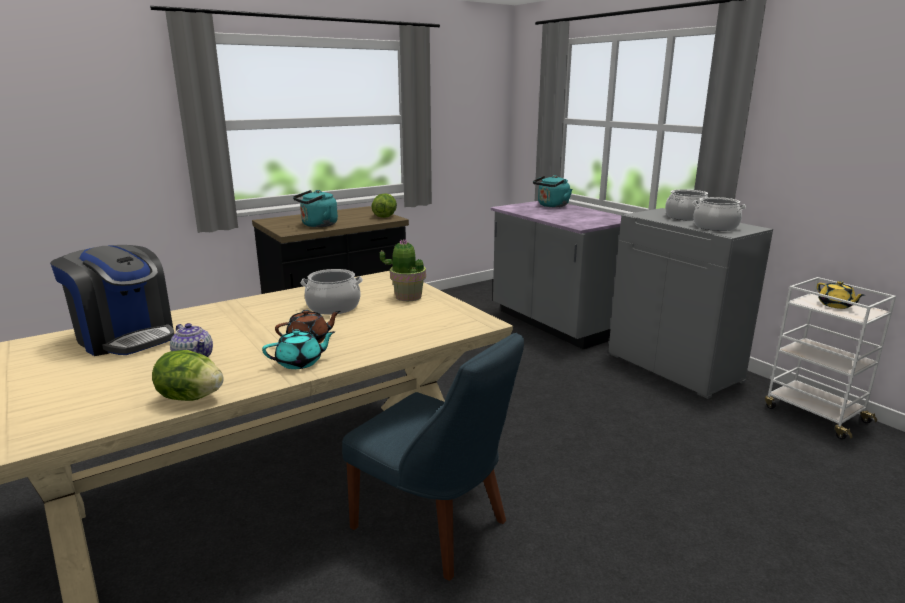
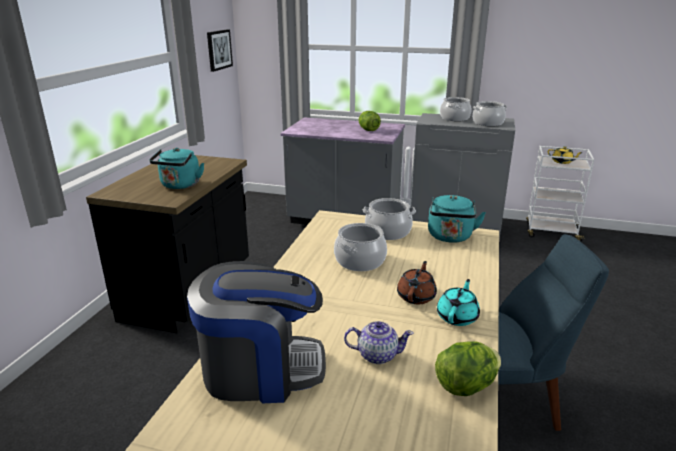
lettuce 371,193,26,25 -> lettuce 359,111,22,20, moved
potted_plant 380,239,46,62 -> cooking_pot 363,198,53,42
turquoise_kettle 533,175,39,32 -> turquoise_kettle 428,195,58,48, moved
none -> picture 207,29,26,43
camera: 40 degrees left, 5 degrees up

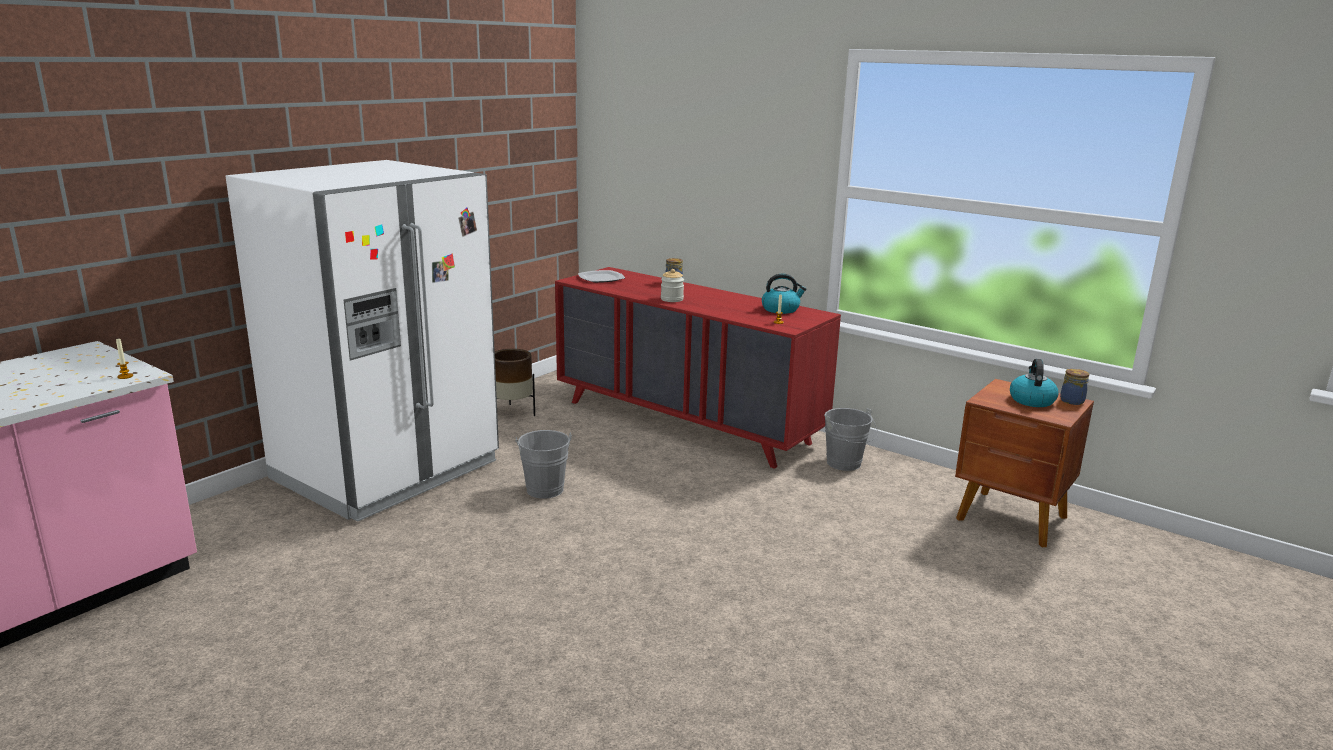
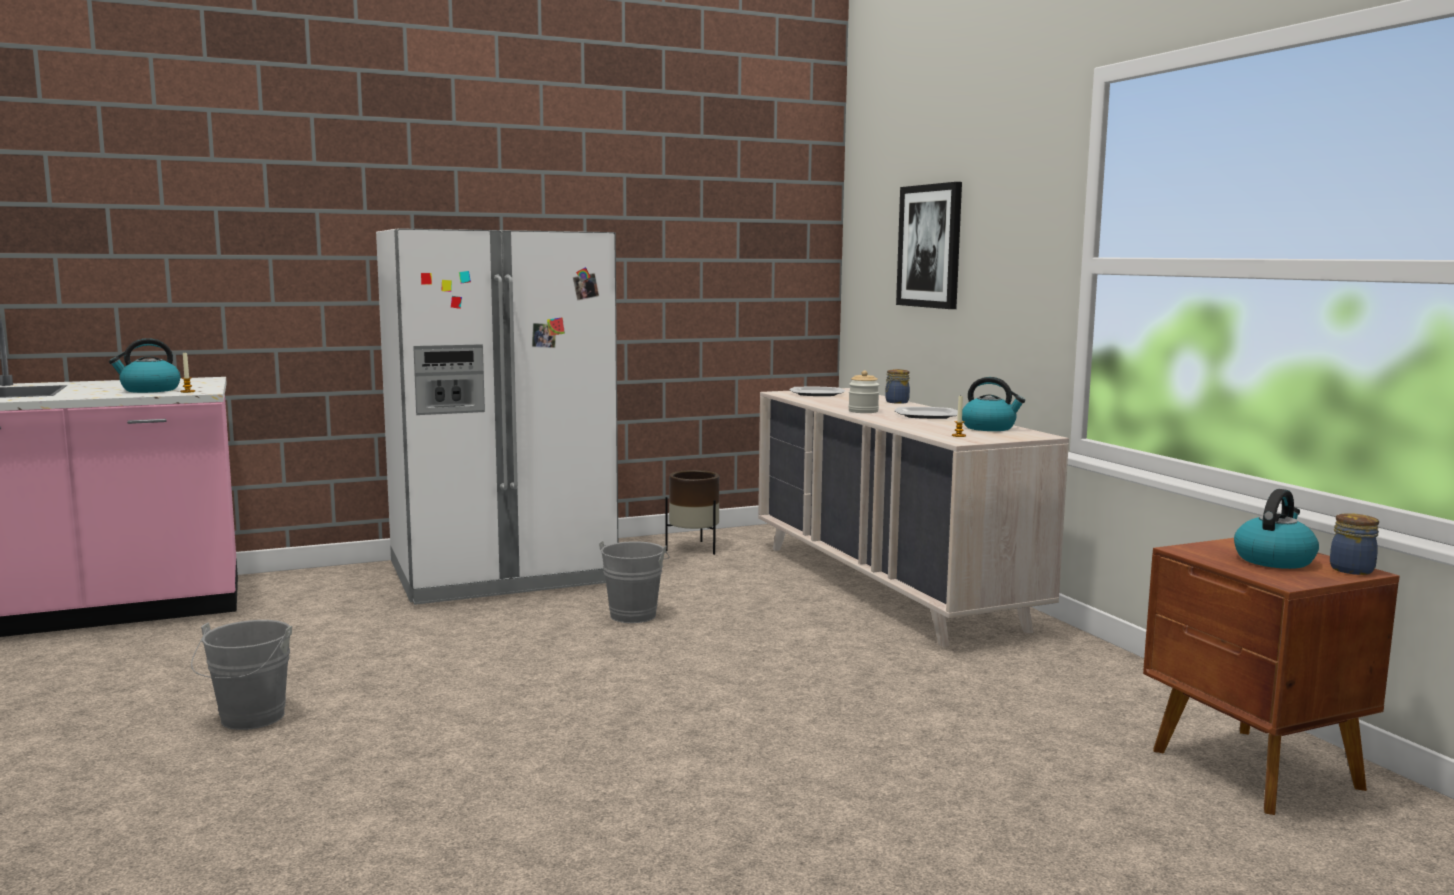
red_dresser 555,267,286,202 -> beige_dresser 758,388,311,259
grey_bucket 824,408,54,63 -> grey_bucket 191,620,101,110, moved
none -> kettle 109,338,72,55
none -> plate 894,407,64,12
none -> picture 896,182,66,127
camera: 30 degrees right, 10 degrees down

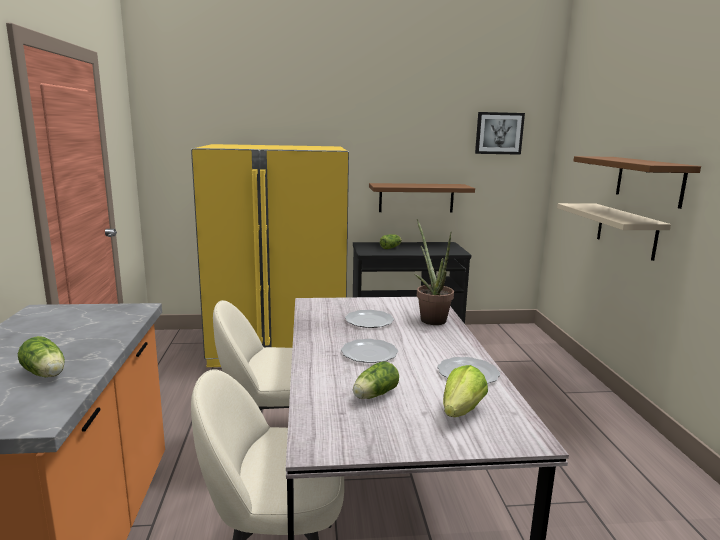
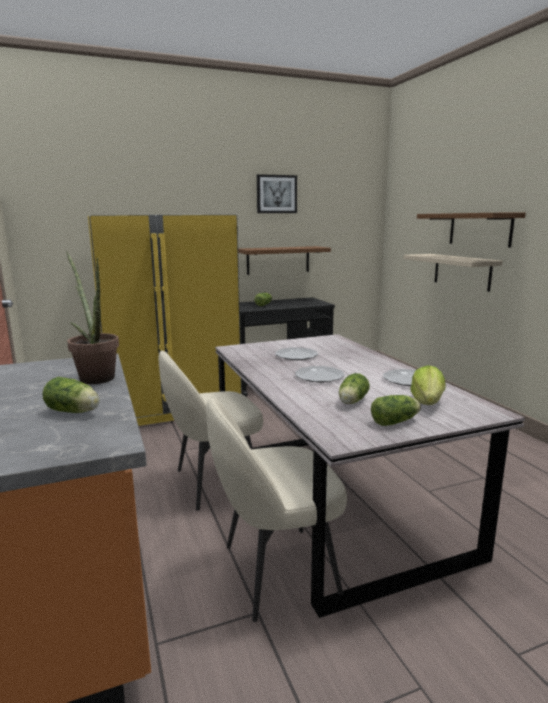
potted_plant 414,219,40,106 -> potted_plant 66,251,53,133, moved
picture 475,112,50,43 -> picture 257,174,40,39, moved
none -> lettuce 371,395,50,31
camera: 15 degrees left, 0 degrees up

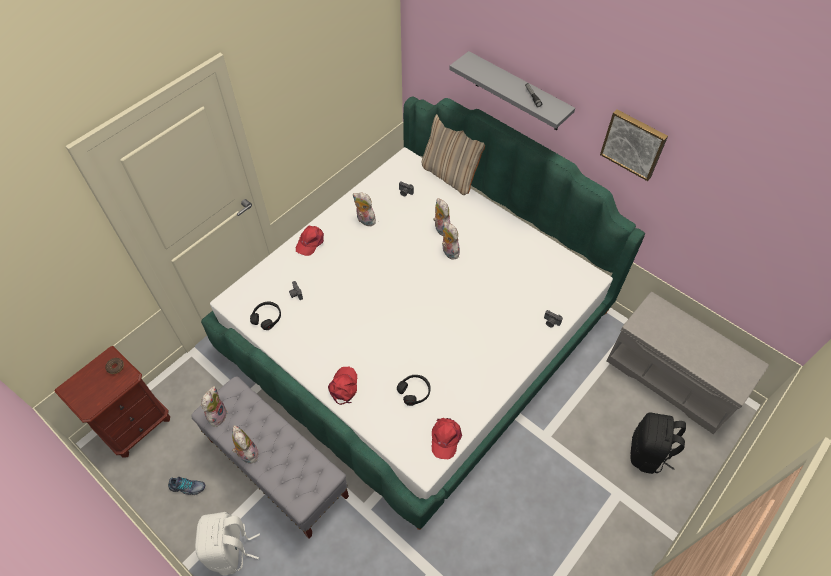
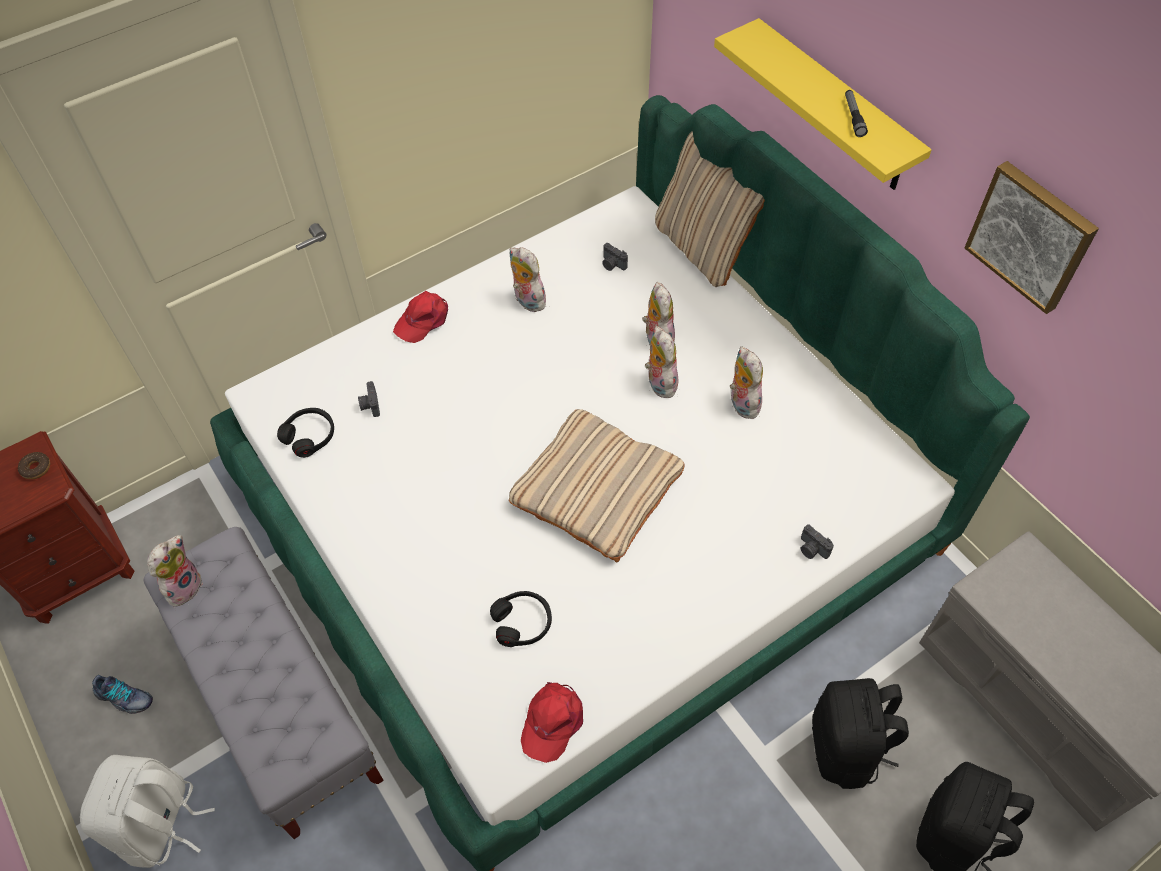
plush_toy 232,425,26,39 -> plush_toy 730,346,33,73, moved
red_cap 328,367,29,38 -> none
grey_shelf 449,51,126,79 -> yellow_shelf 714,18,218,172
none -> beige_pillow 509,409,175,153
none -> black_backpack 812,678,97,111
camera: 15 degrees right, 0 degrees up

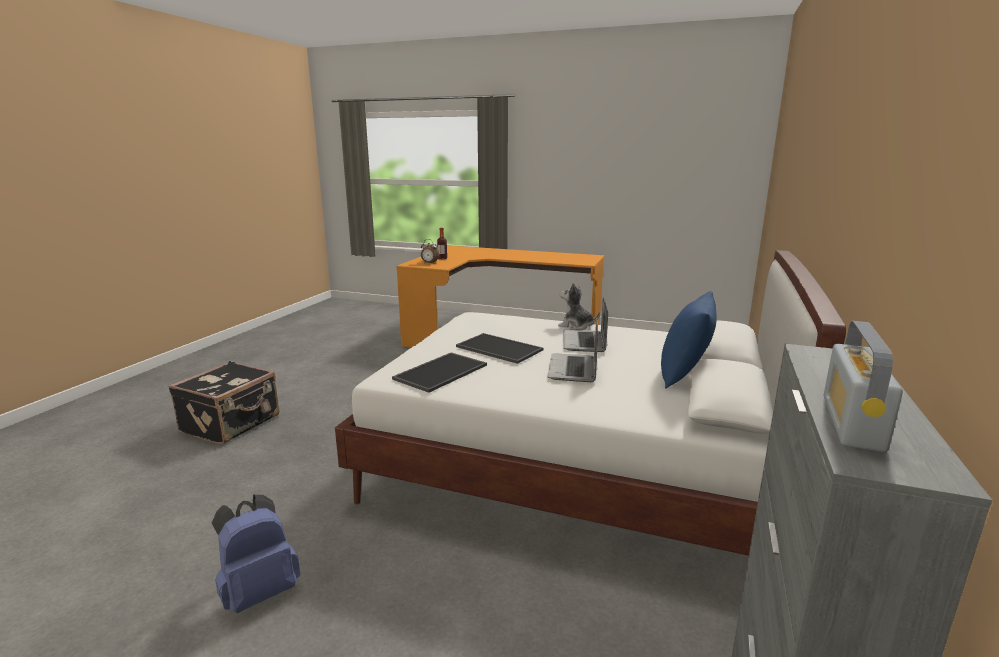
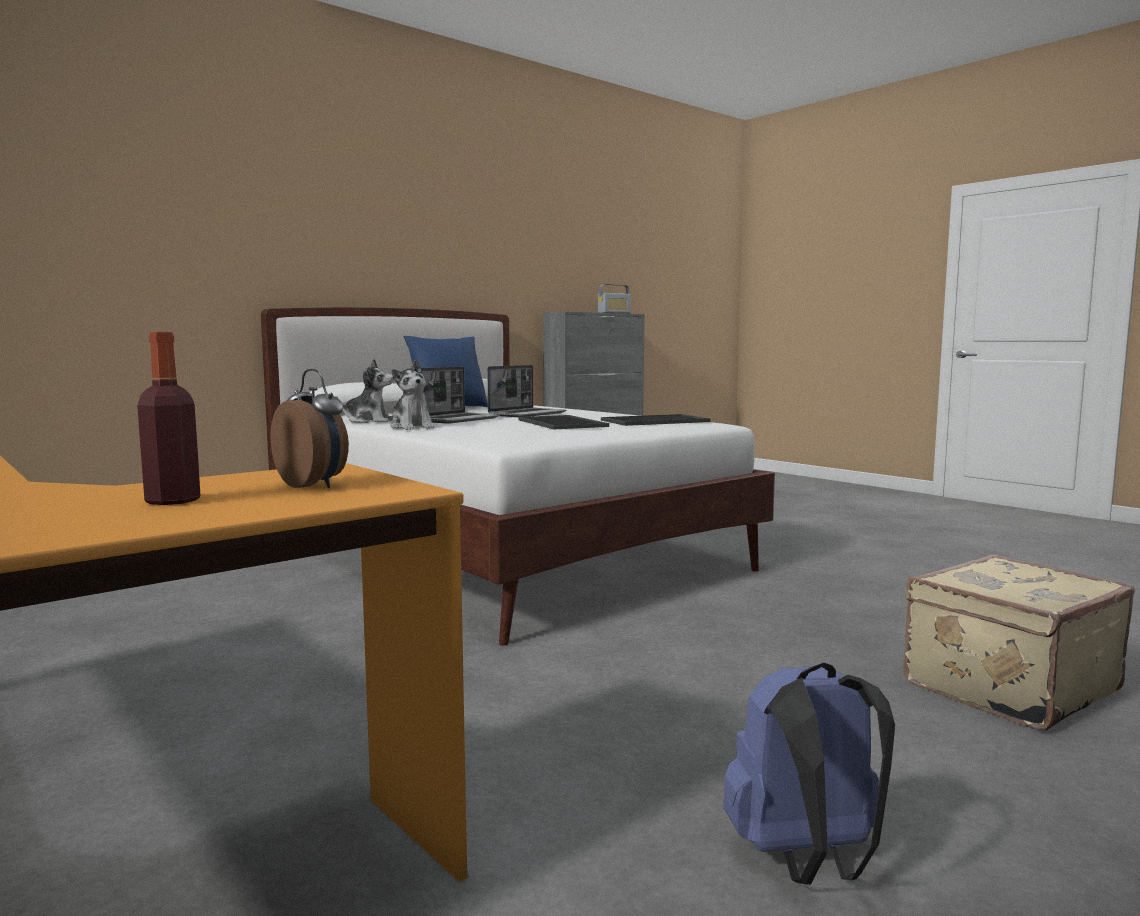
black_suitcase 168,361,111,84 -> beige_suitcase 903,554,232,177
blue_backpack 212,494,89,119 -> blue_backpack 723,663,172,222, moved
none -> plush_toy 336,359,58,64
camera: 150 degrees left, 10 degrees down

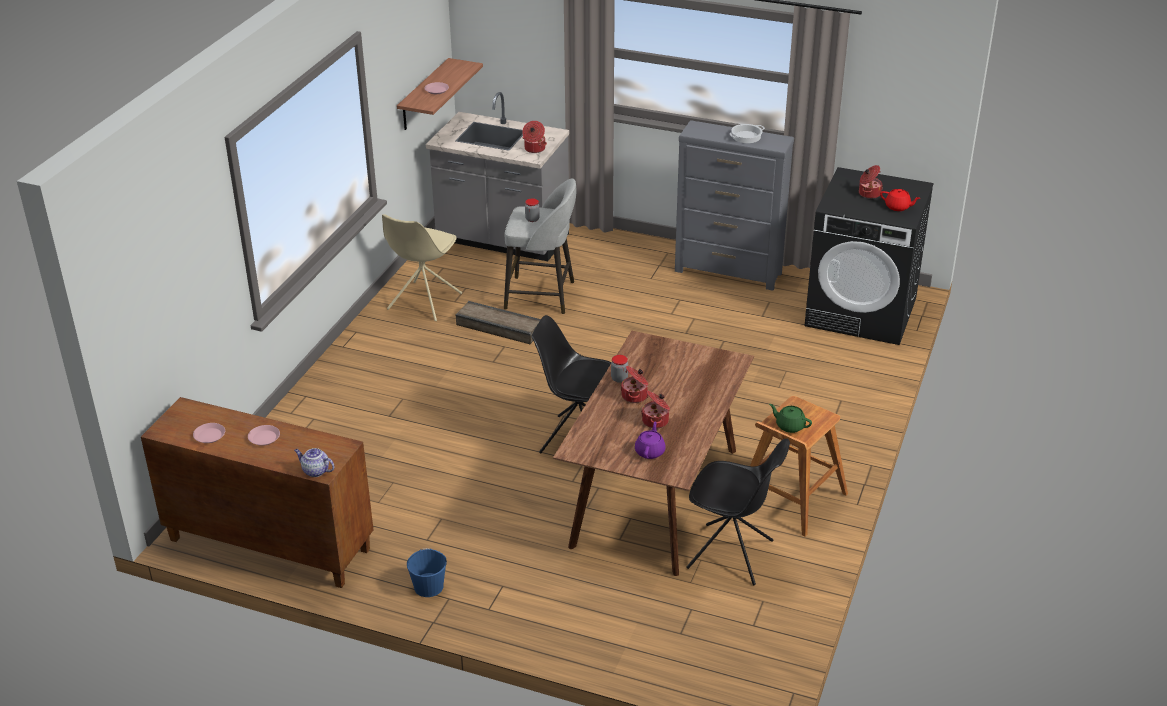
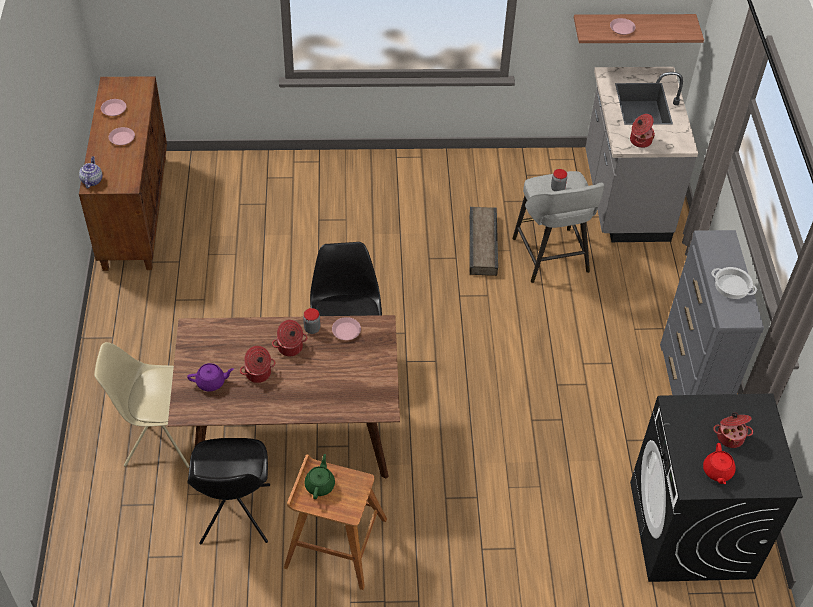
beige_chair 382,214,80,107 -> beige_chair 94,342,95,126, moved
blue_bucket 407,548,40,49 -> none
none -> pink_plate 332,317,29,23
camera: 65 degrees right, 15 degrees up

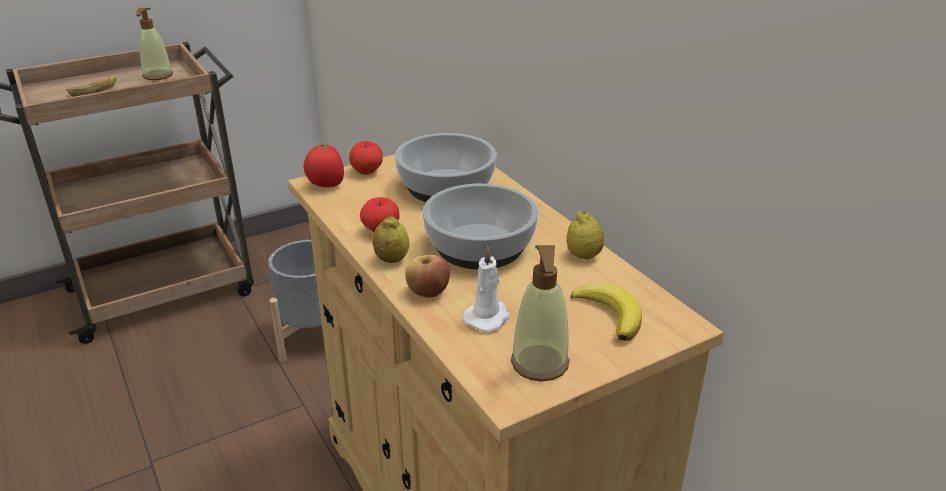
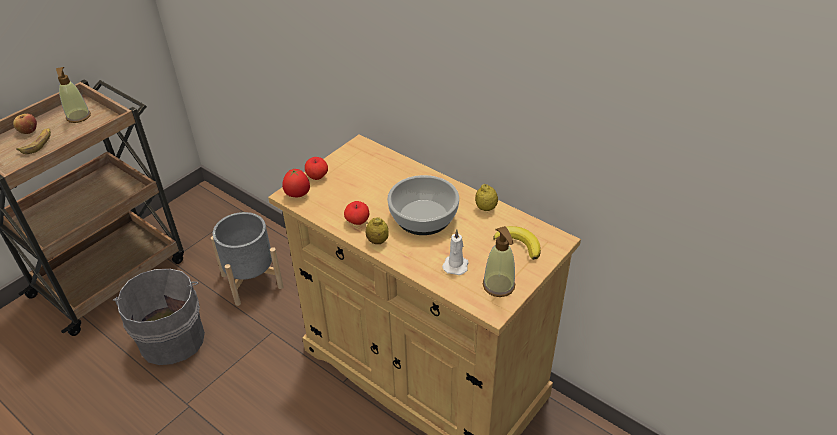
bowl 395,133,102,69 -> none
apple 405,255,45,43 -> apple 13,114,24,20, moved
none -> grey_bucket 113,269,92,96
camera: 20 degrees left, 10 degrees up

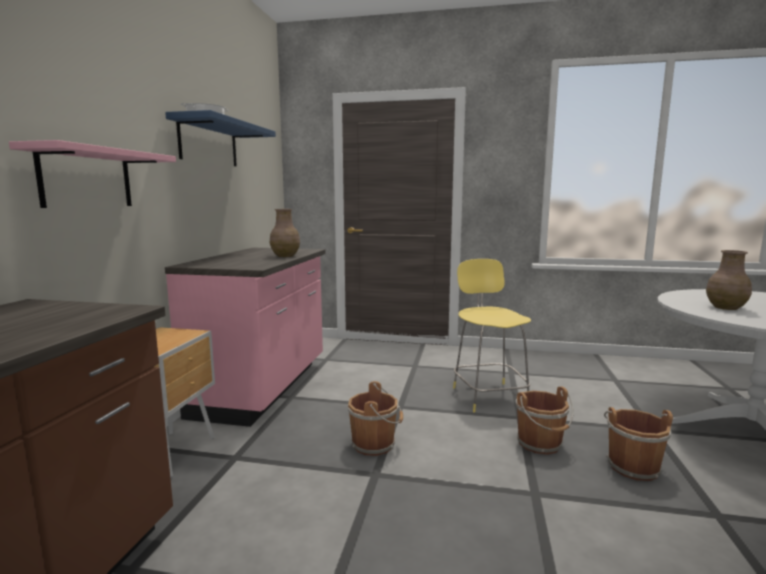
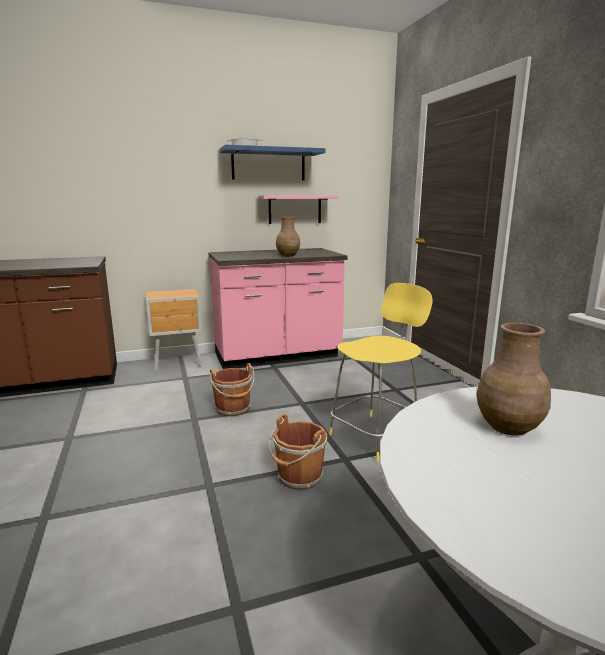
pink_shelf 9,140,167,68 -> pink_shelf 258,195,81,29, moved
brown_bucket 604,407,69,74 -> none
camera: 60 degrees right, 5 degrees up

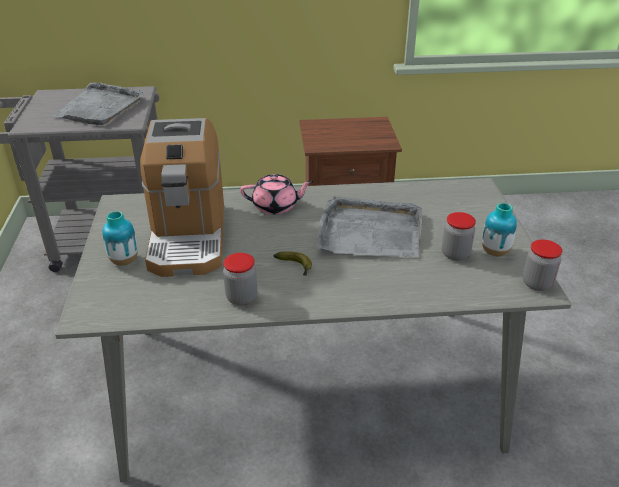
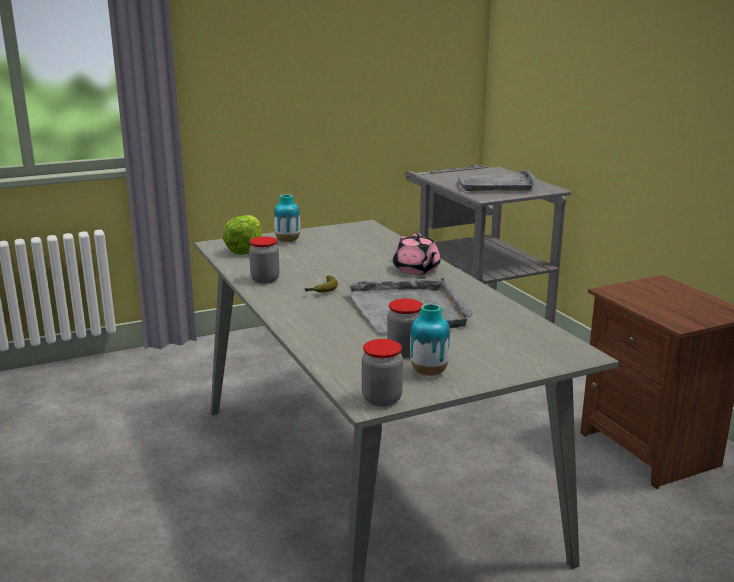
coffee_machine 140,118,84,159 -> none
none -> lettuce 223,215,39,40
camera: 70 degrees right, 15 degrees down

